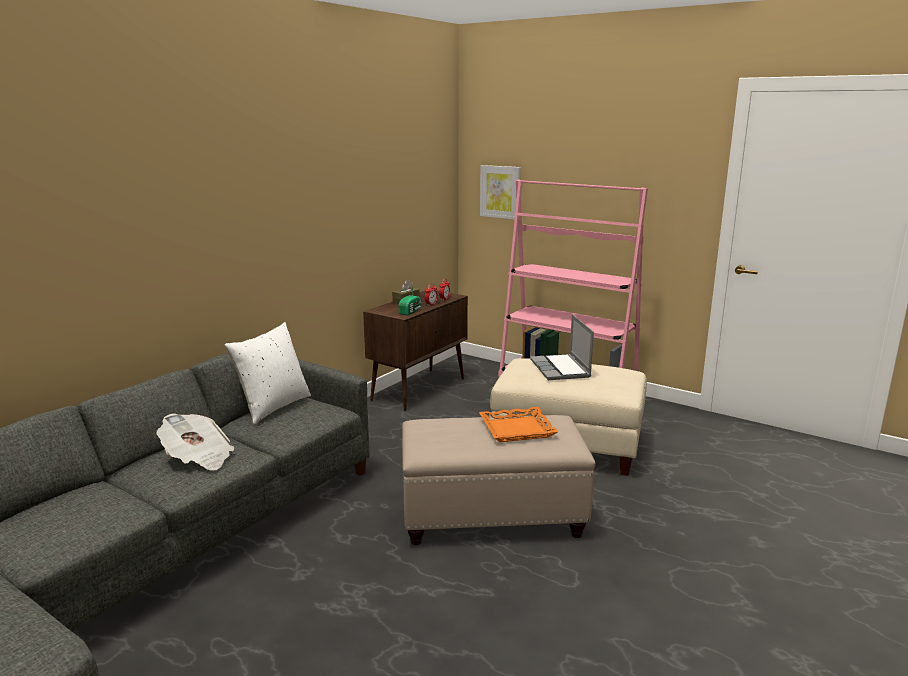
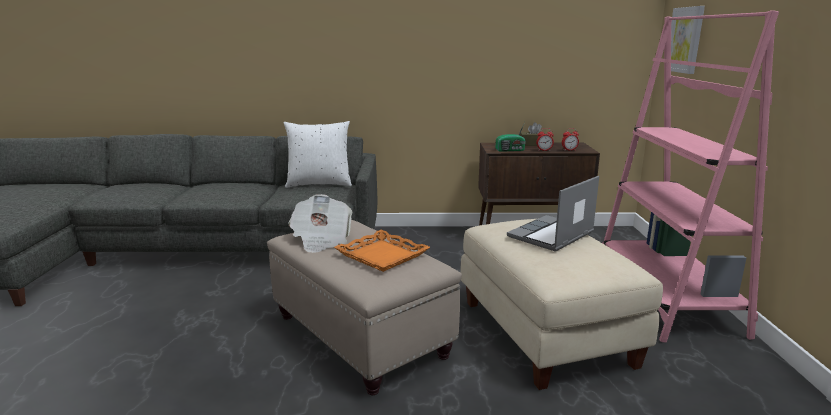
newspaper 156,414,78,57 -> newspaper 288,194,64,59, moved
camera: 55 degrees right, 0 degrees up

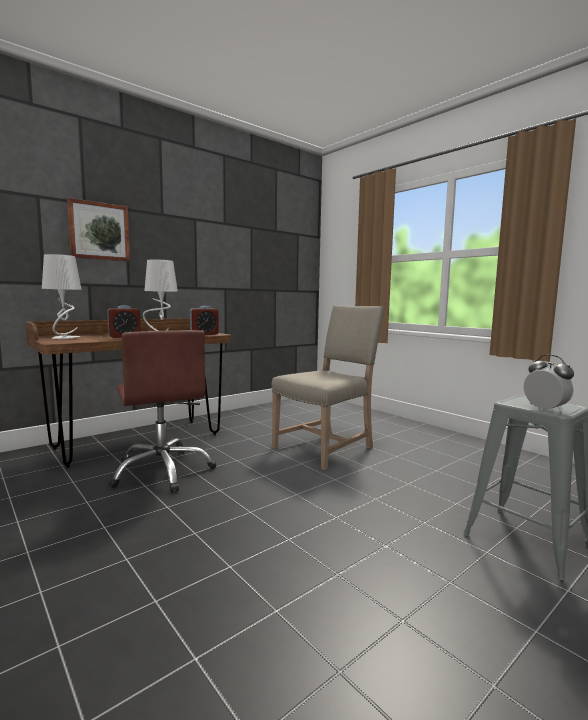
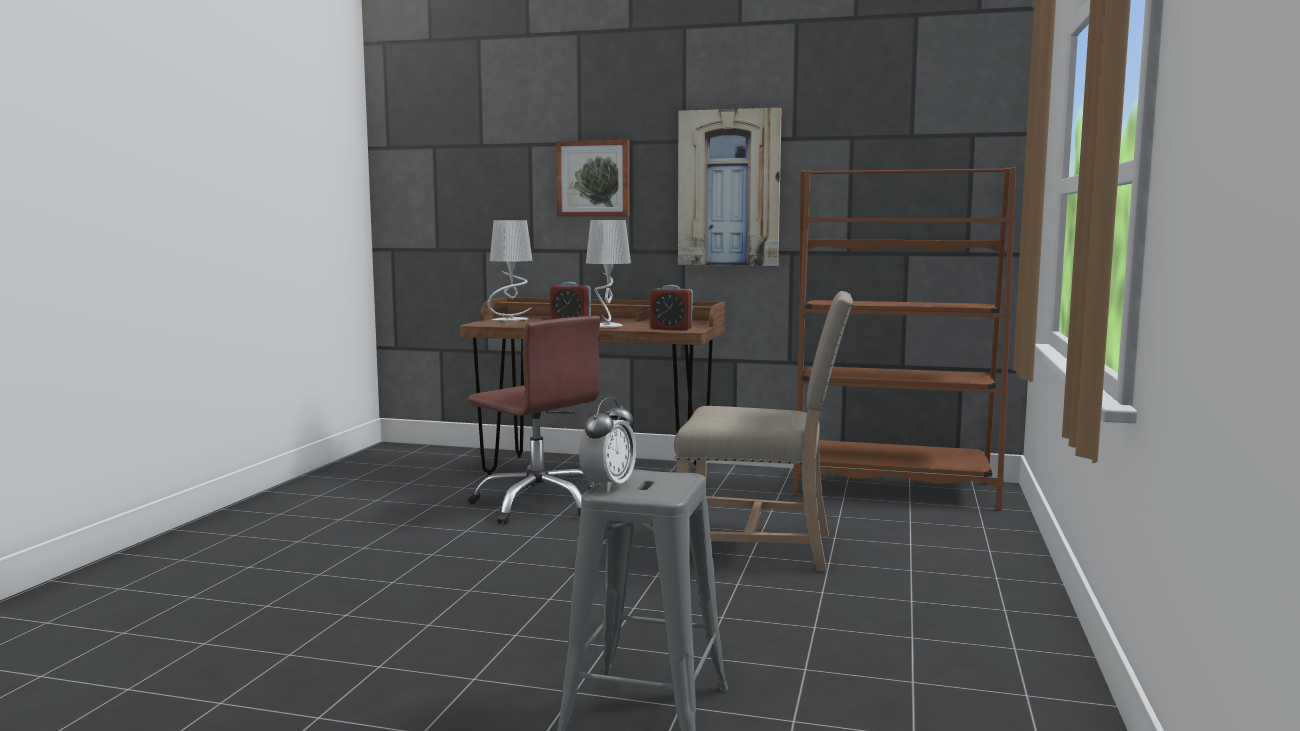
brown_office_chair 108,330,108,163 -> brown_office_chair 468,316,133,208, 75 degrees counterclockwise
none -> picture 678,108,104,158
none -> brown_bookcase 793,167,223,343
camera: 55 degrees right, 0 degrees up

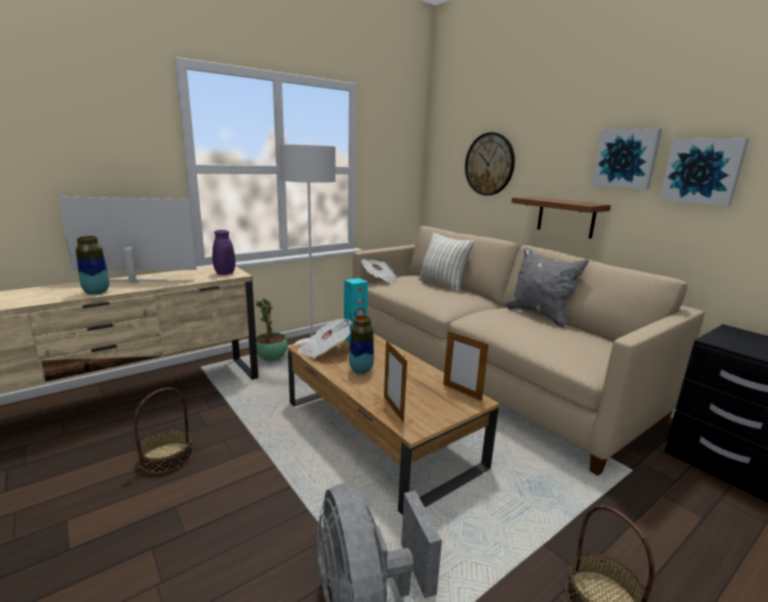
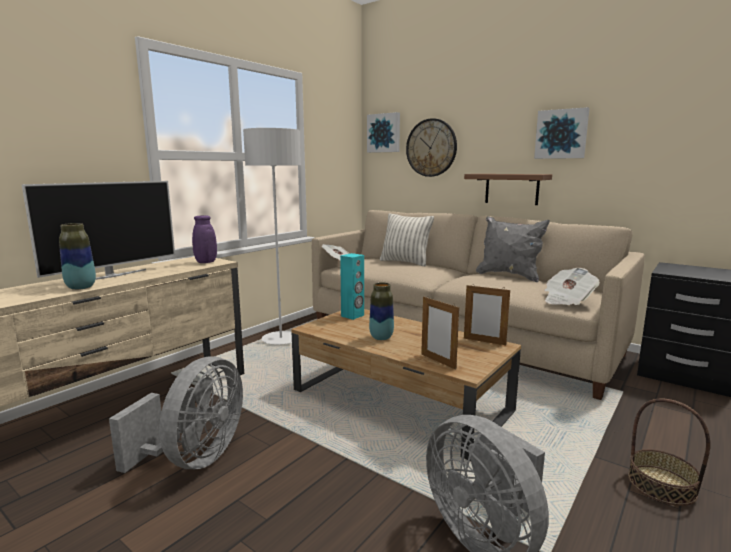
television 58,196,139,87 -> television 22,181,153,99, 150 degrees clockwise
basket 134,388,59,86 -> grey_fan 109,356,134,117
potted_plant 256,298,32,63 -> none
newspaper 298,319,54,40 -> newspaper 544,268,56,37, moved
picture 659,138,90,68 -> picture 367,112,33,41, moved
camera: 15 degrees left, 5 degrees down

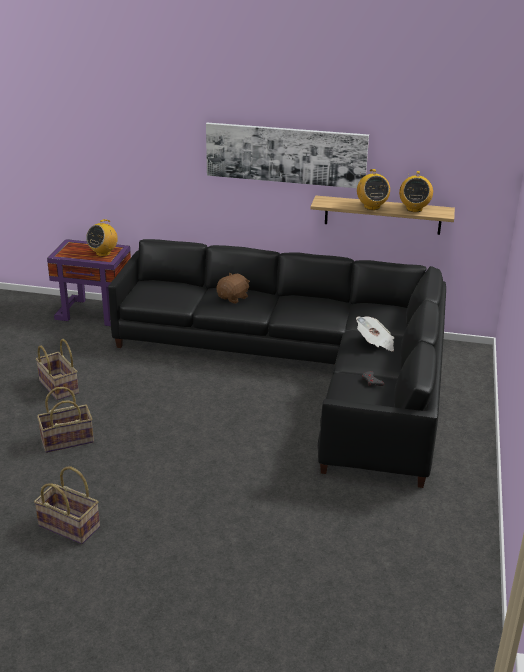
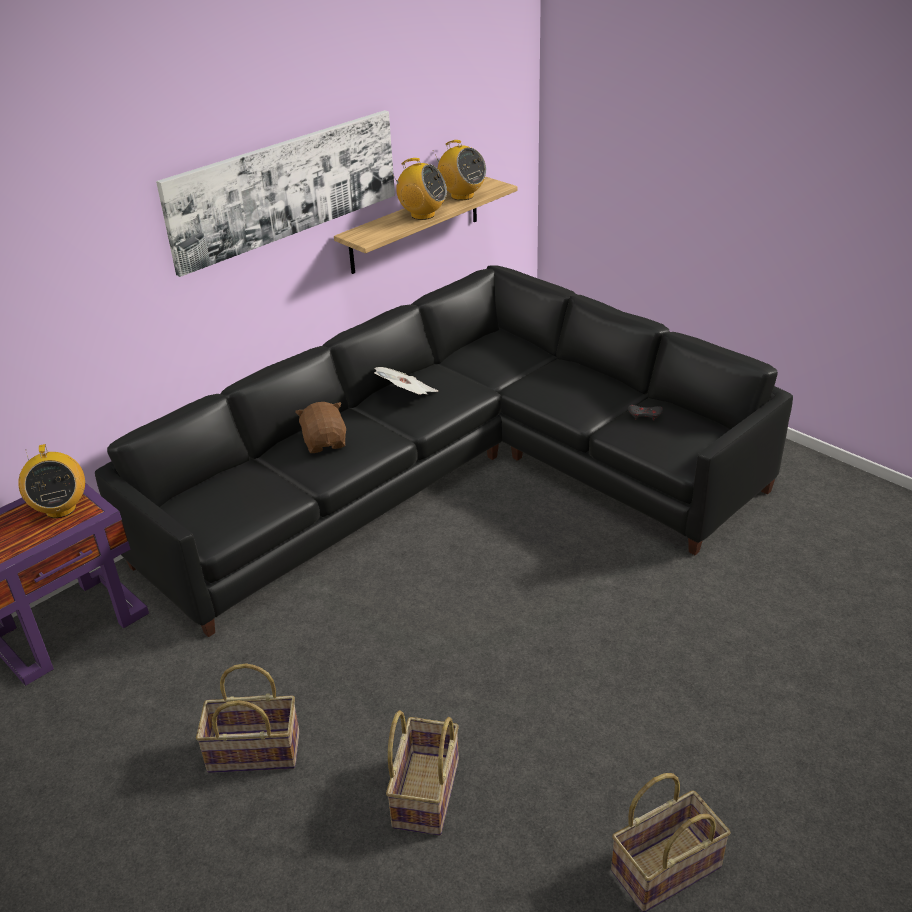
newspaper 356,316,38,35 -> newspaper 374,367,64,28, moved
camera: 55 degrees left, 5 degrees up

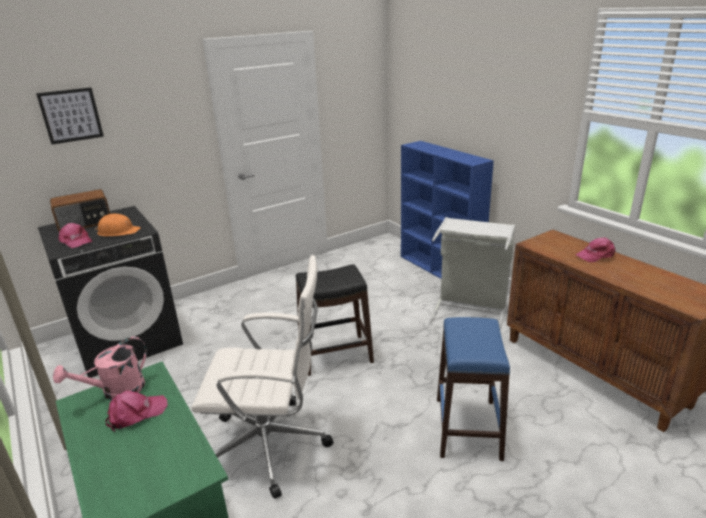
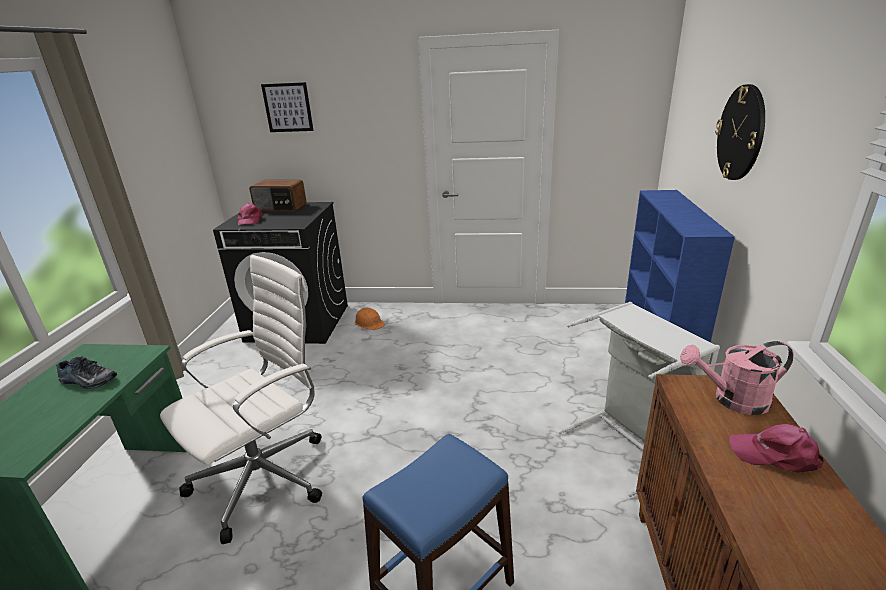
pink_watering_can 53,337,94,63 -> pink_watering_can 680,341,114,74, moved
orange_hard_hat 95,214,46,23 -> orange_hard_hat 355,307,30,23, moved
pink_cap 106,391,62,41 -> shoe 56,356,61,33
white_office_chair 191,255,143,244 -> white_office_chair 160,255,162,289, 90 degrees counterclockwise
black_stool 296,264,78,112 -> none
none -> wall_clock 715,84,50,96
camera: 40 degrees right, 0 degrees up

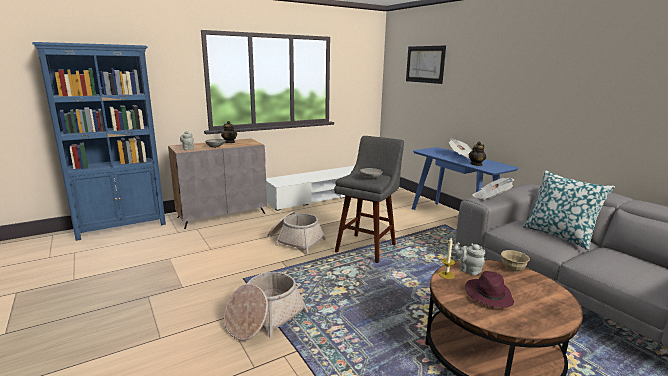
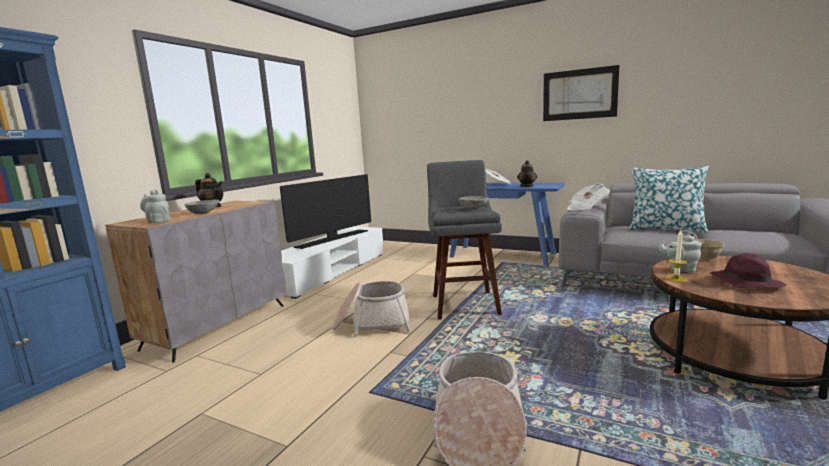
picture 406,45,40,39 -> picture 543,65,76,56, moved
none -> television 280,174,91,75
camera: 30 degrees left, 5 degrees down

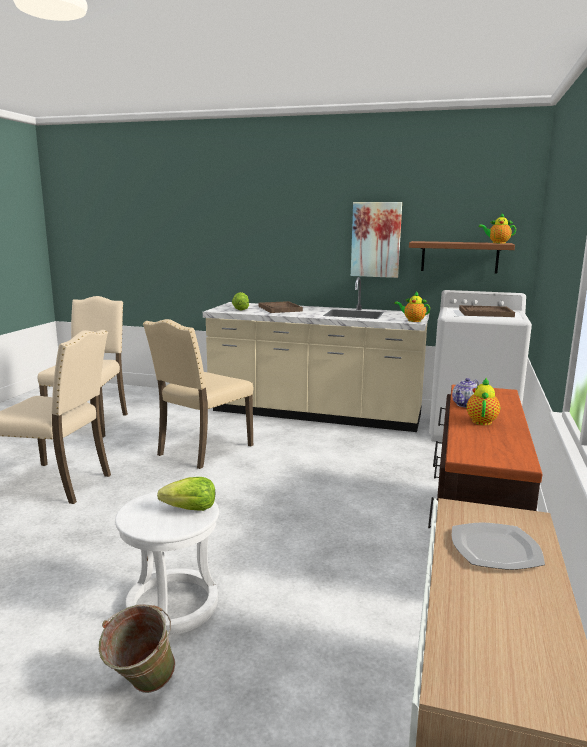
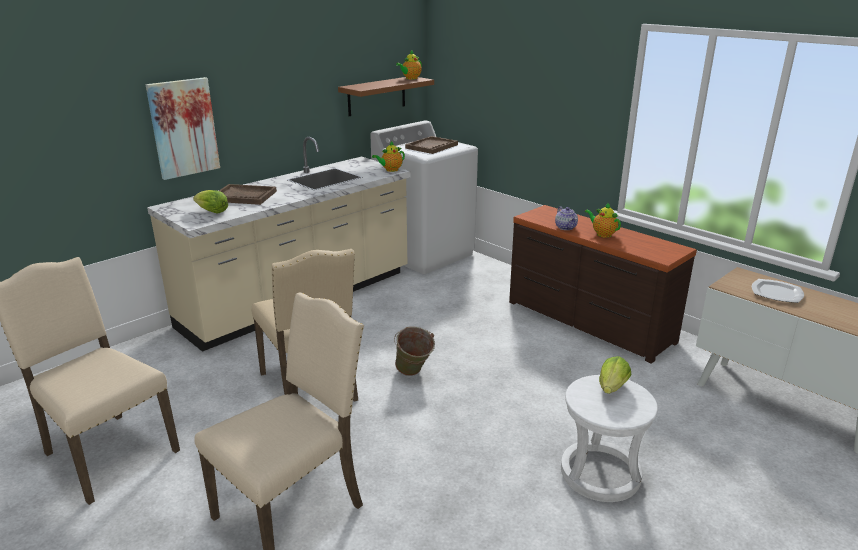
green_bucket 99,604,76,89 -> green_bucket 394,326,41,50, moved
picture 351,202,51,76 -> picture 145,77,75,103, moved
camera: 60 degrees left, 10 degrees up

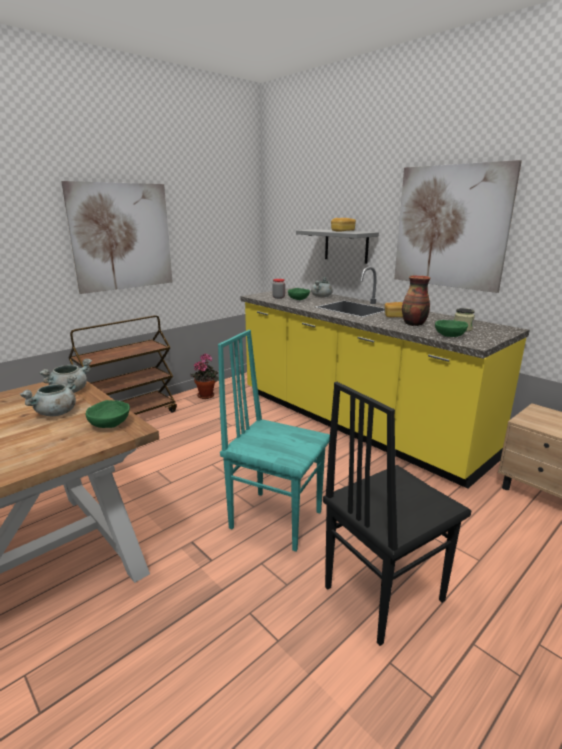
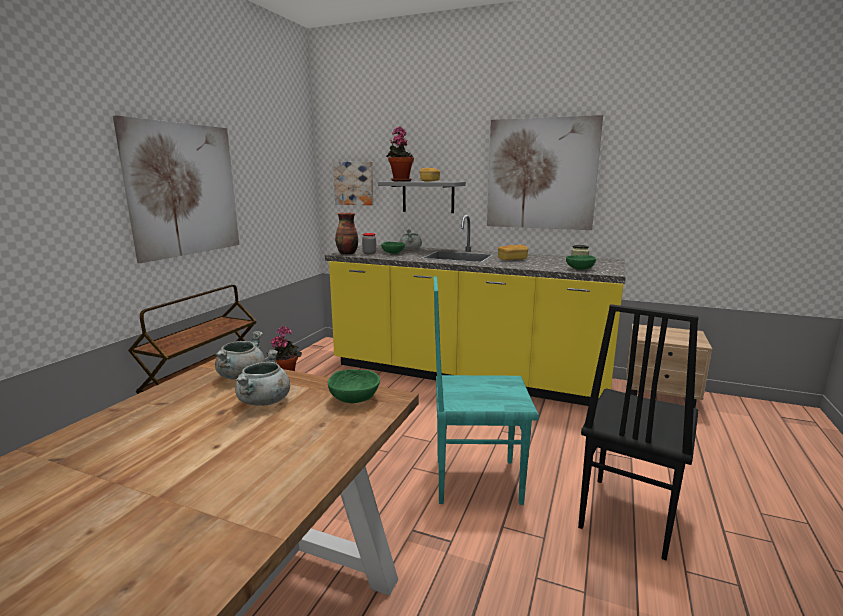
vase 402,275,28,51 -> vase 335,213,23,42, moved
none -> picture 333,161,41,44
none -> potted_plant 386,126,28,56
camera: 25 degrees left, 5 degrees down

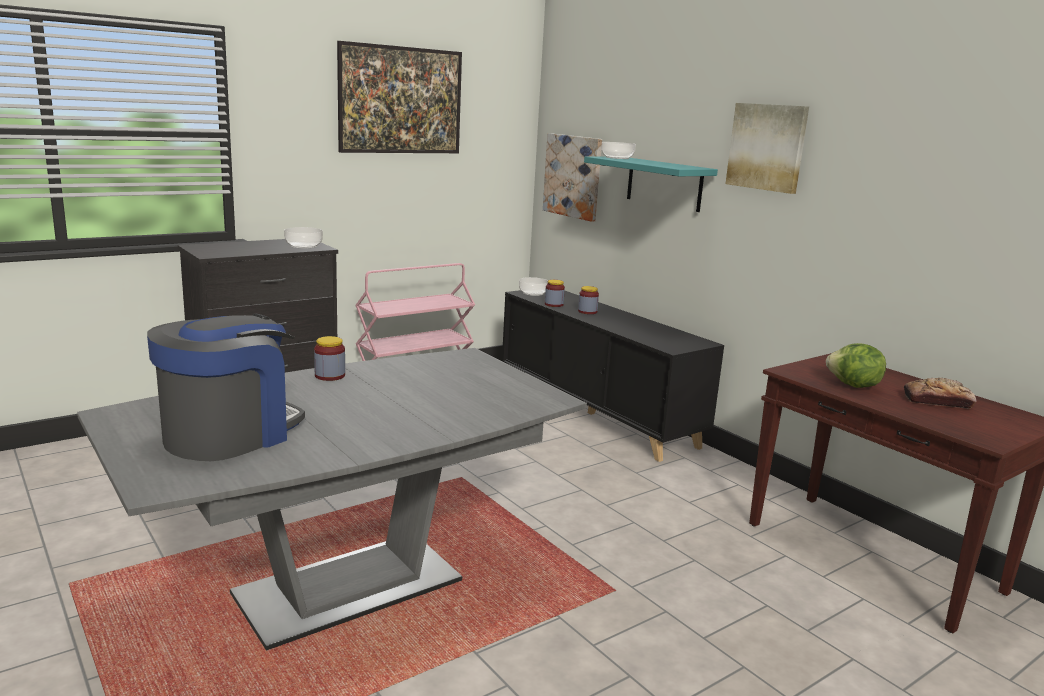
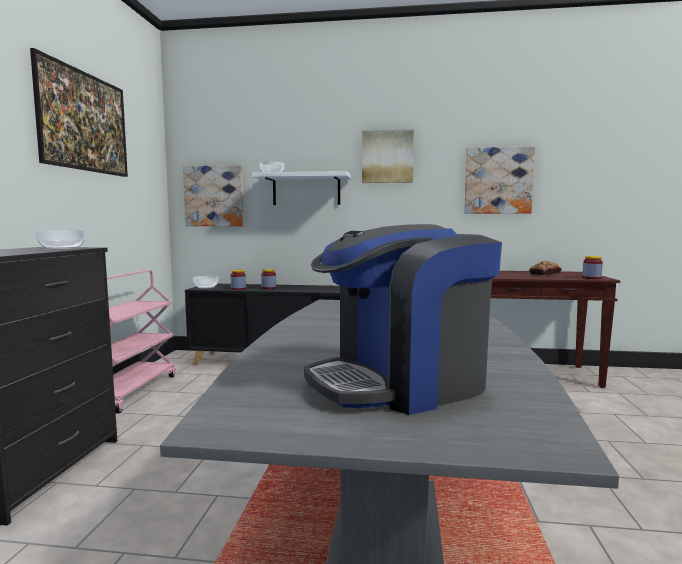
coffee_machine 147,314,158,147 -> coffee_machine 304,224,198,191, 105 degrees counterclockwise
jar 314,336,31,45 -> jar 582,256,21,23, moved
turquoise_shelf 584,156,134,56 -> white_shelf 251,171,100,34
lettuce 826,343,60,45 -> none
none -> picture 464,146,71,68
camera: 45 degrees left, 10 degrees down

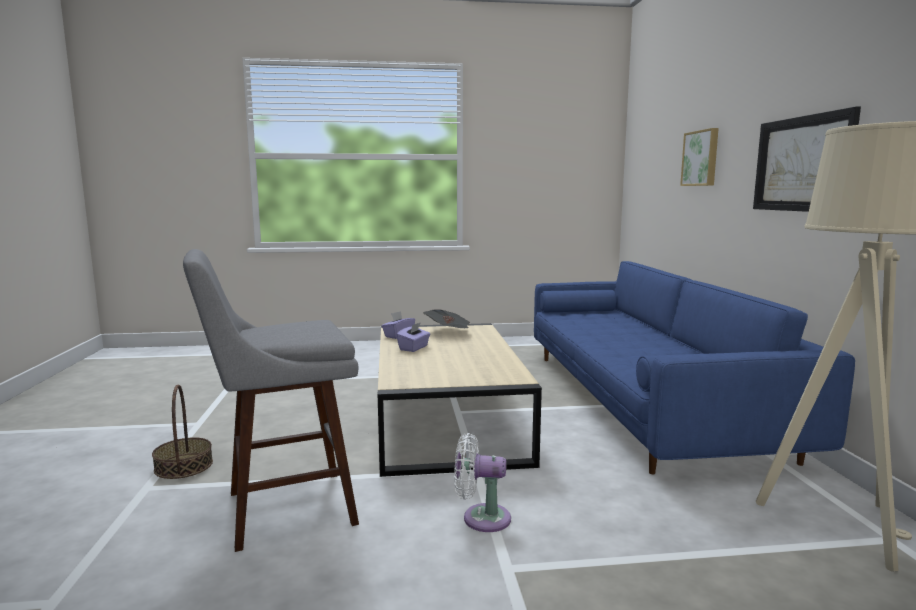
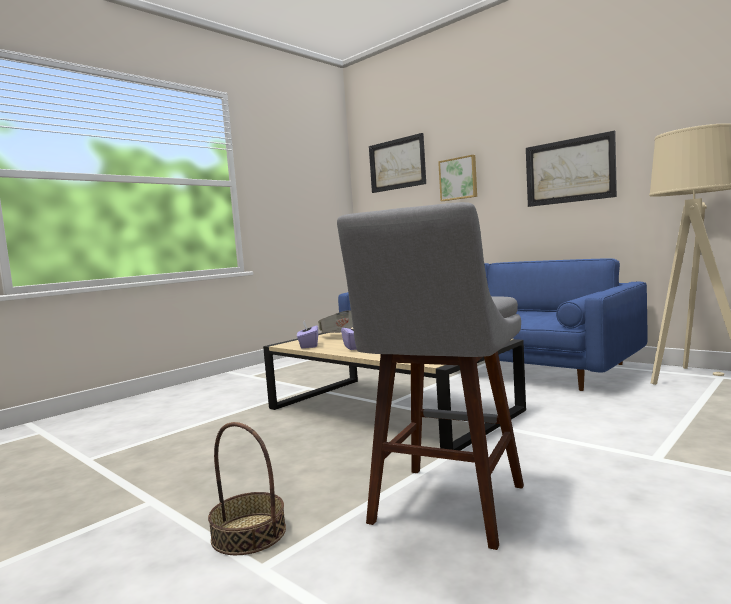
white_fan 454,433,57,99 -> none
none -> picture 369,133,57,60
camera: 40 degrees left, 5 degrees down

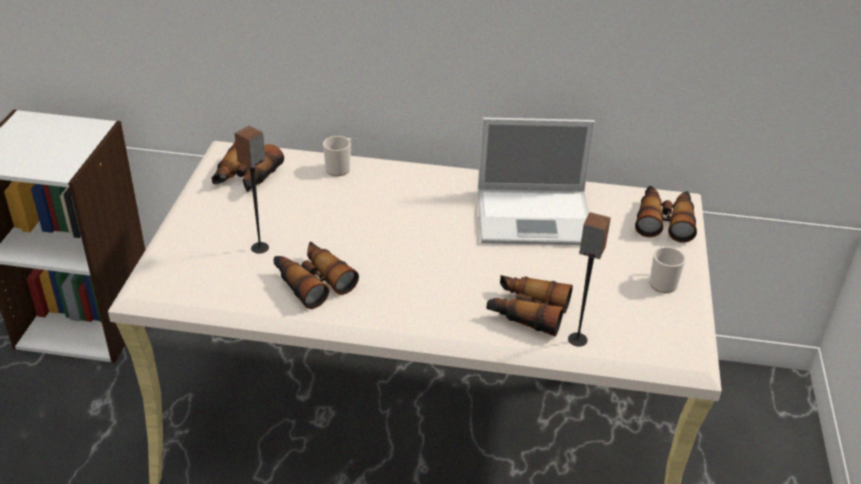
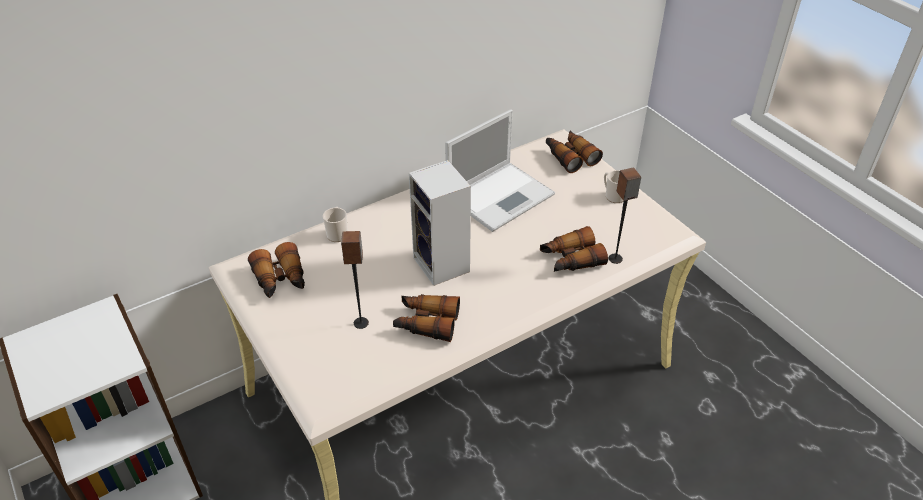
none -> speaker 409,160,62,126
camera: 40 degrees left, 5 degrees up

